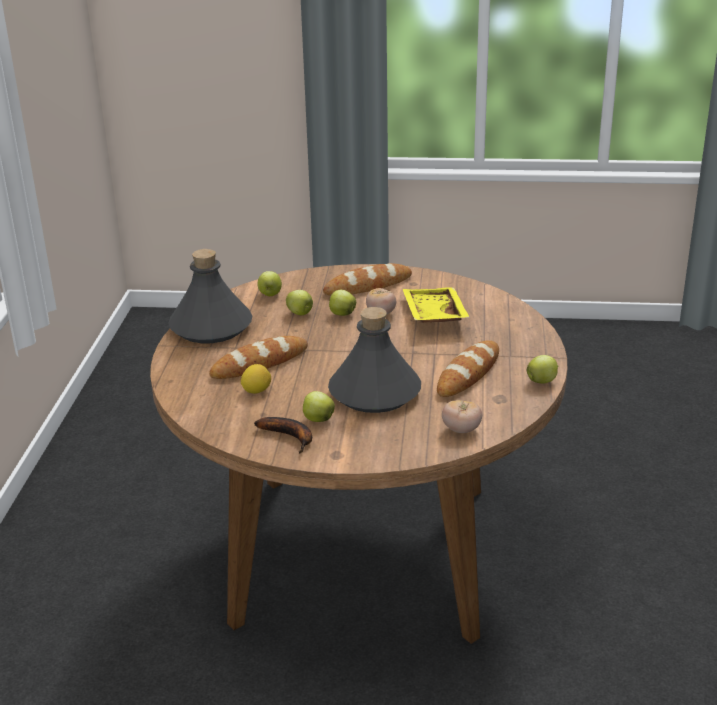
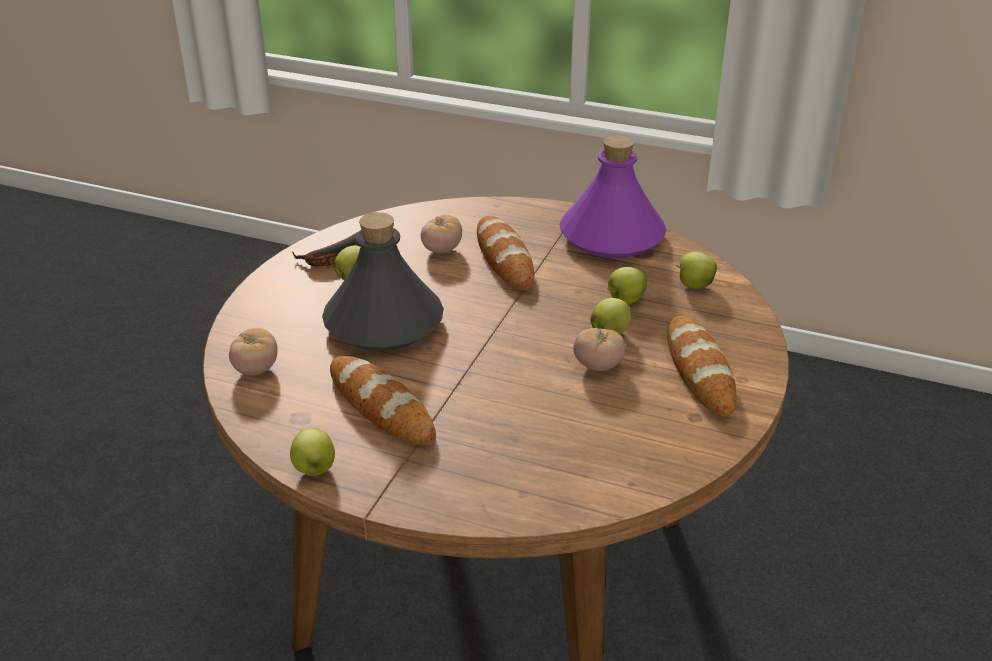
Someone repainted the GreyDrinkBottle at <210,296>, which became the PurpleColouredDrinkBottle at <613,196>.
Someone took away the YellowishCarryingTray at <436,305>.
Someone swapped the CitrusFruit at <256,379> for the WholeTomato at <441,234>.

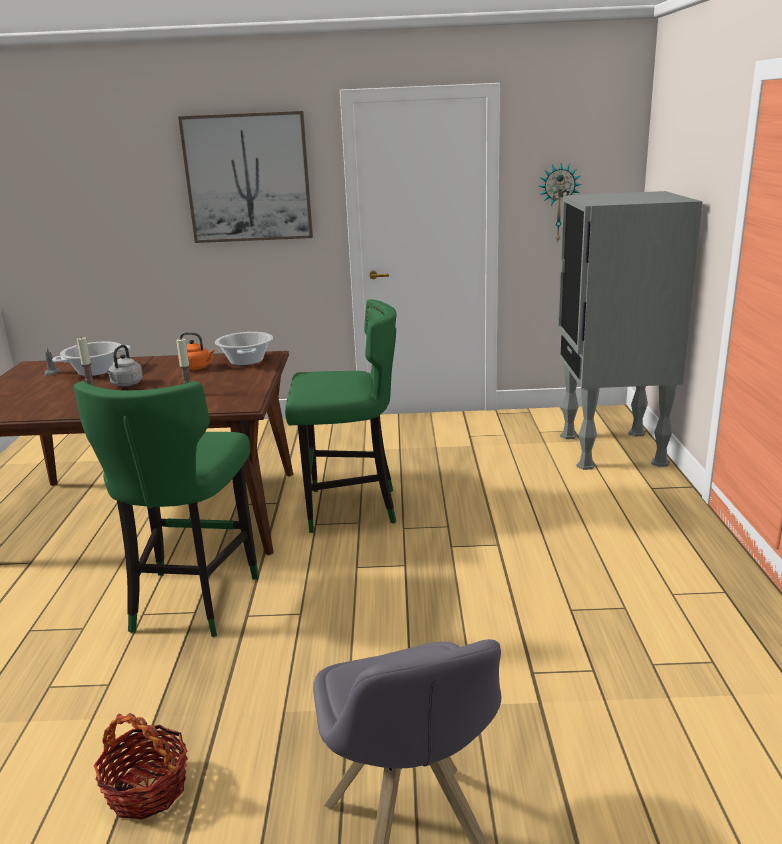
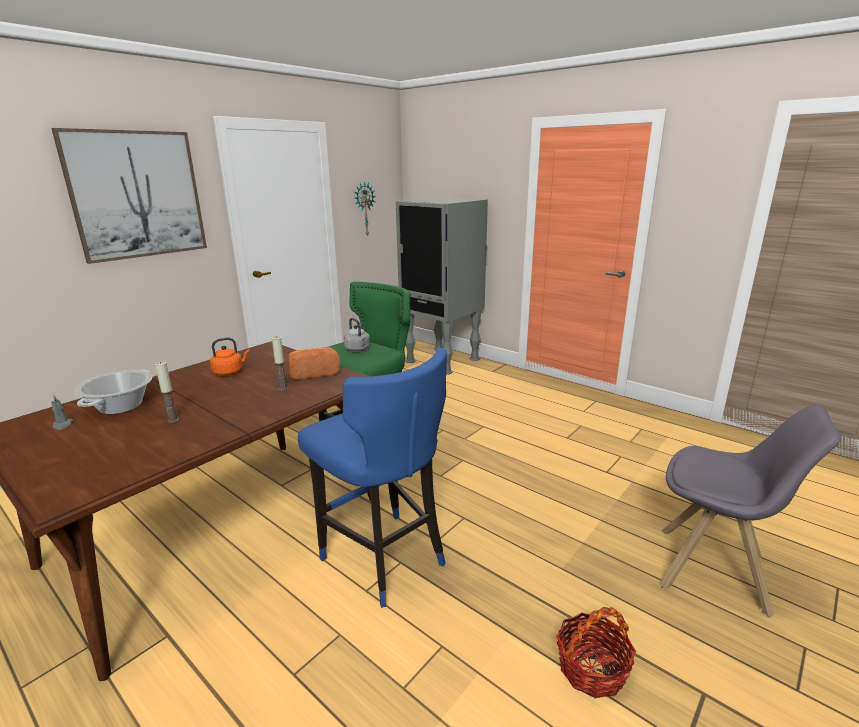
Someone took away the Stockpot at <244,349>.
Someone carried the GreyKettle from <125,365> to <357,334>.
Someone repainted the GreenishStool at <166,509>, which became the BlueStool at <372,478>.
Someone put down the Bread at <314,363>.

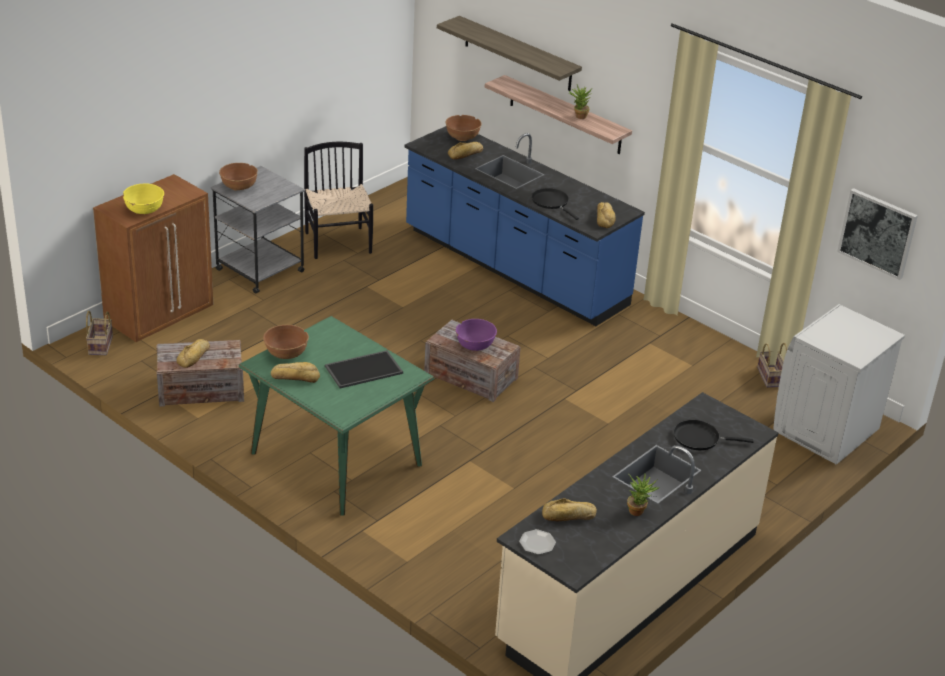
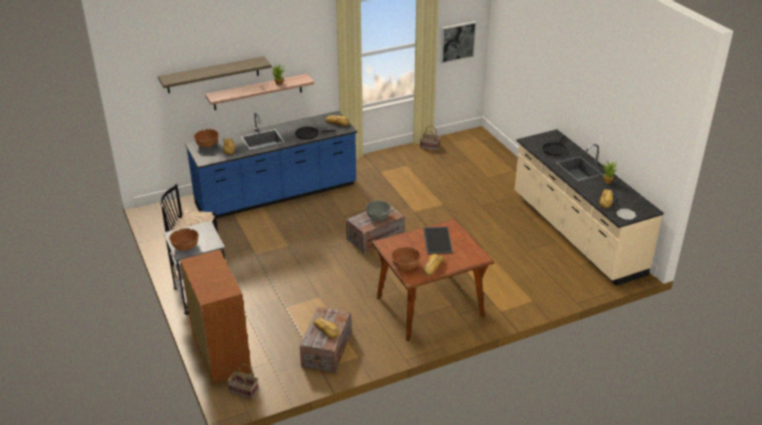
Someone took away the YellowishBowl at <143,199>.
Someone took away the WhiteLaundryMachine at <839,384>.
Someone repainted the GreenishKitchenTable at <336,416>, which became the BrownishKitchenTable at <433,280>.
Someone repainted the PurpleColouredBowl at <476,335>, which became the GreyBowl at <378,211>.

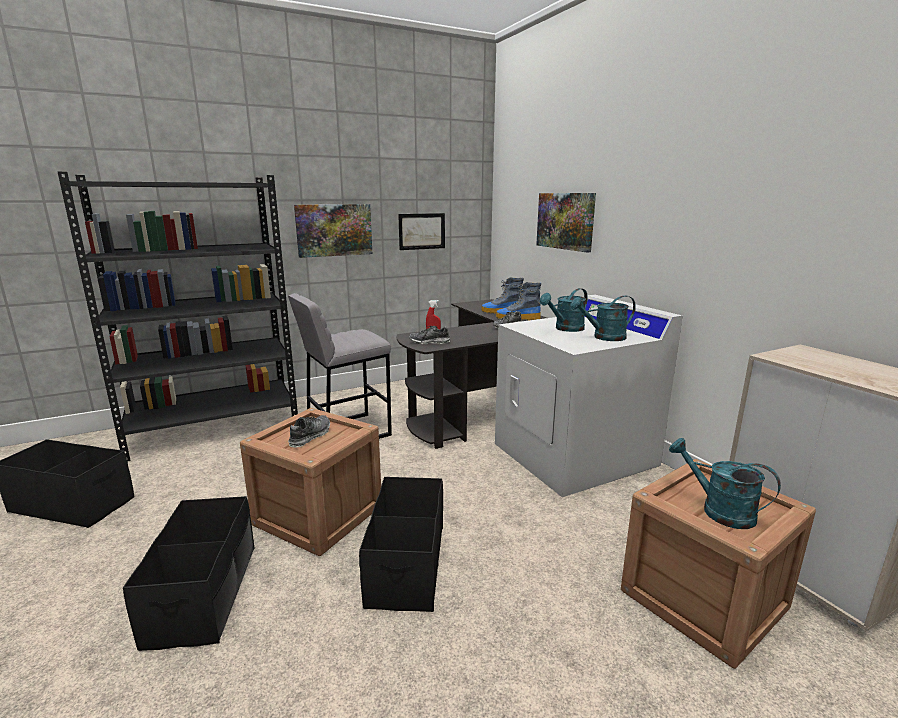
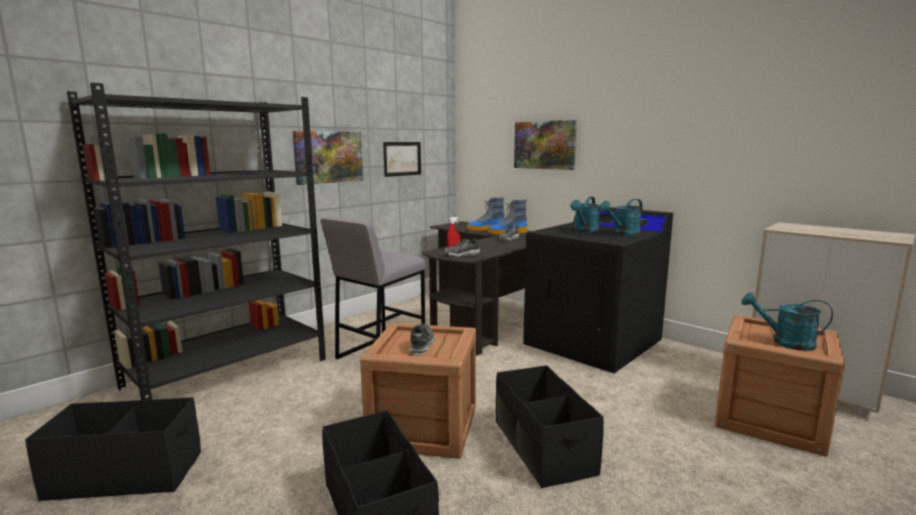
Someone repainted the WhiteLaundryMachine at <589,396>, which became the BlackColouredLaundryMachine at <598,289>.

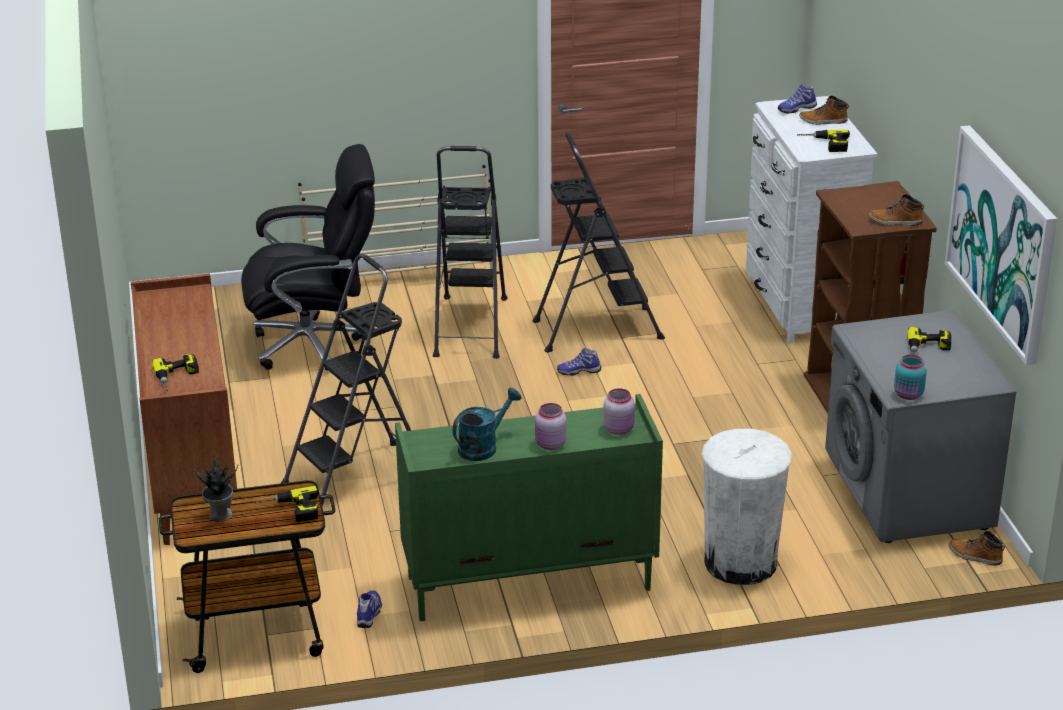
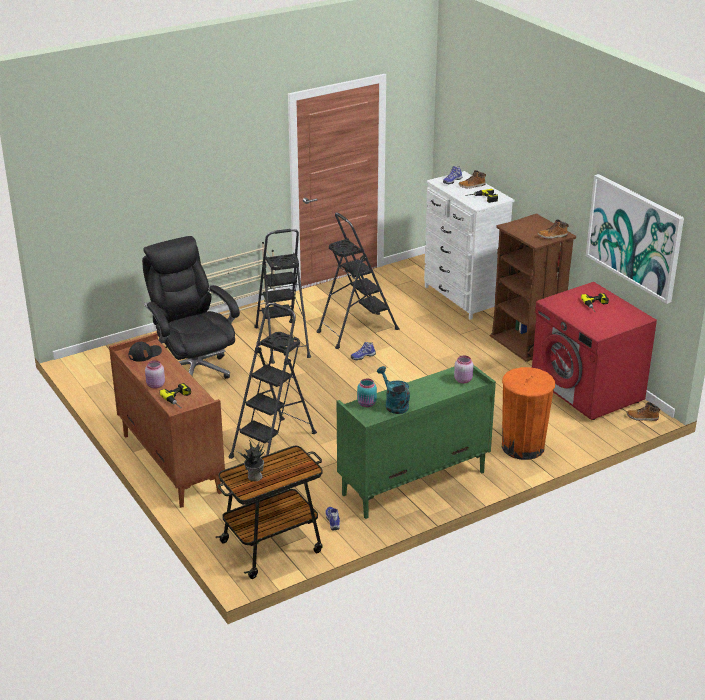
Someone rotated the BlackColouredOfficeChair at <308,257> by 90 degrees counterclockwise.
Someone repainted the GreyLaundryMachine at <920,426>, which became the ReddishLaundryMachine at <594,351>.
Someone carried the TurquoisePreserveJar from <910,377> to <367,393>.
Someone rotated the TurquoiseSprinklingCan at <487,424> by 60 degrees counterclockwise.
Someone carried the PinkishPreserveJar from <551,426> to <155,374>.
Someone repainted the WhiteWasteBin at <747,507>, which became the OrangeColouredWasteBin at <528,413>.
Someone took away the Drill at <287,504>.
Someone put down the BlackColouredCap at <145,352>.

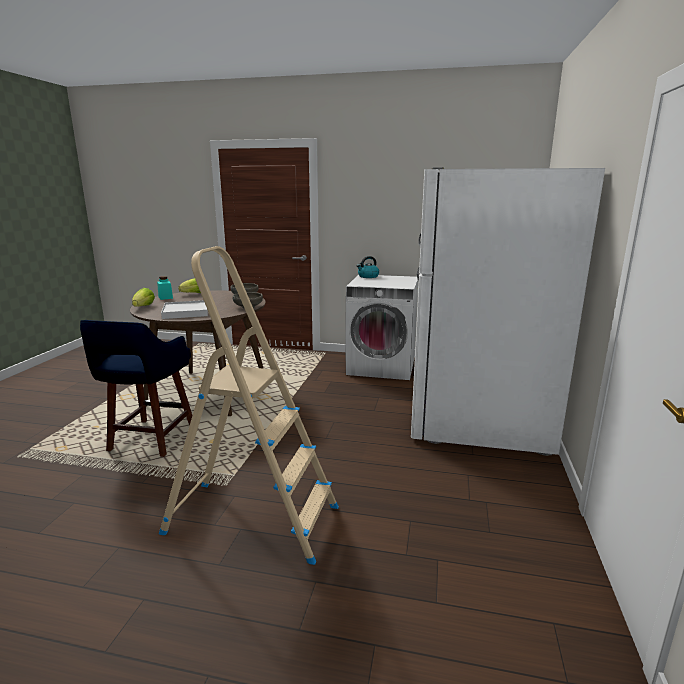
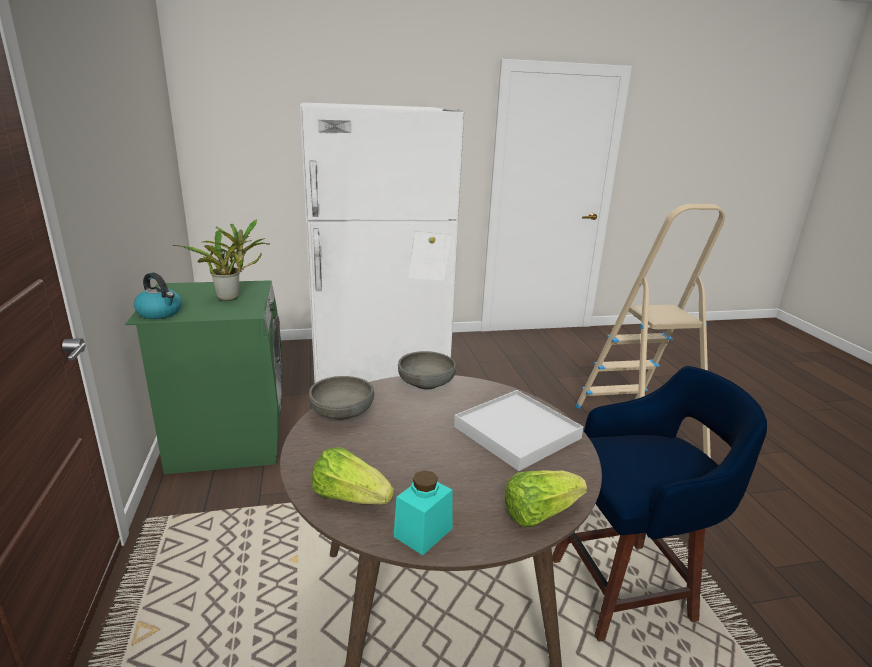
Someone repainted the WhiteLaundryMachine at <381,327>, which became the GreenishLaundryMachine at <204,377>.
Someone put down the PlantInAPot at <221,260>.

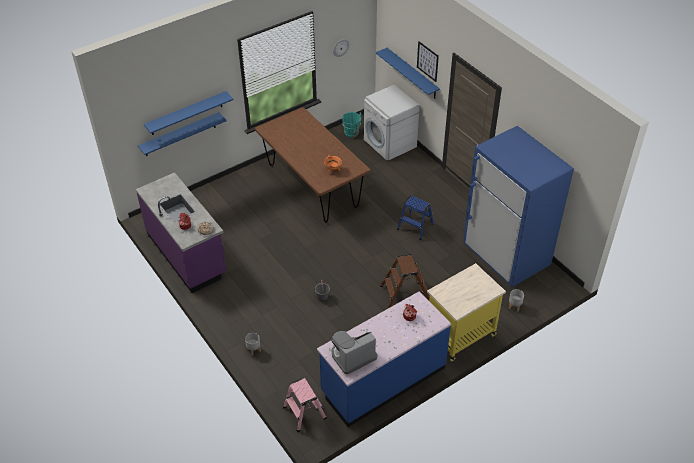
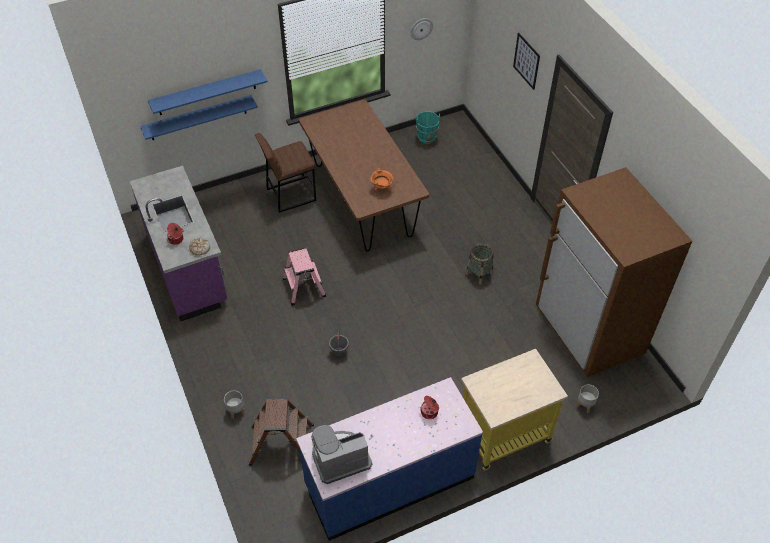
Someone took away the BlueWallShelf at <408,73>.
Someone took away the WhiteLaundryMachine at <392,122>.
Someone repainted the BlueRefrigerator at <518,206>, which became the BrownishRefrigerator at <614,272>.
Someone swapped the BlueStepladder at <415,217> for the Basket at <479,264>.
Someone carried the BrownishStepladder from <404,281> to <281,431>.
Someone carried the PinkishStepladder from <305,404> to <304,276>.
Someone put down the BrownishPlainChair at <285,173>.

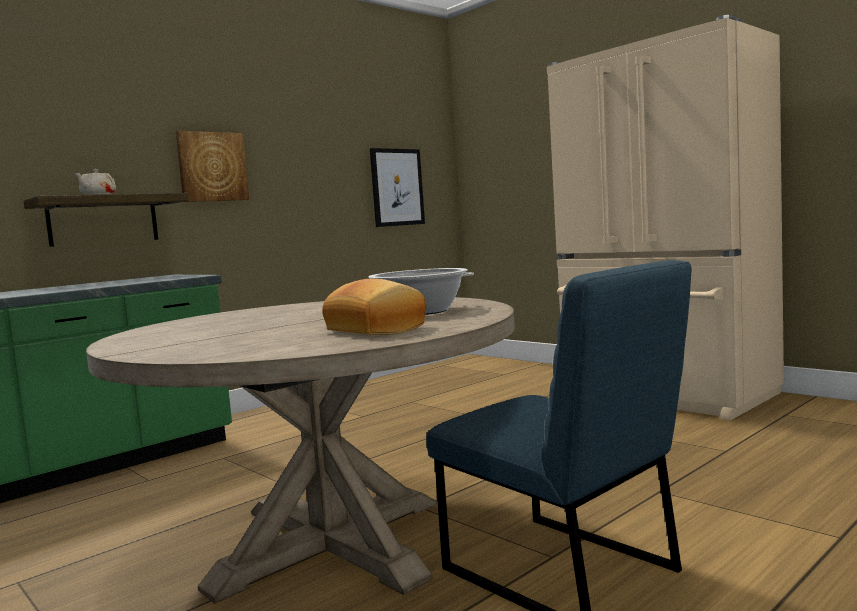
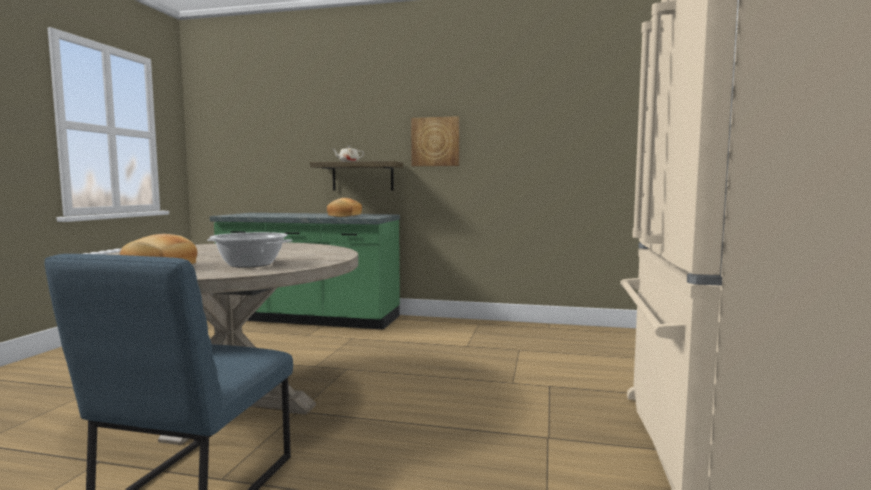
Someone took away the WallArt at <397,187>.
Someone put down the Bread at <344,207>.

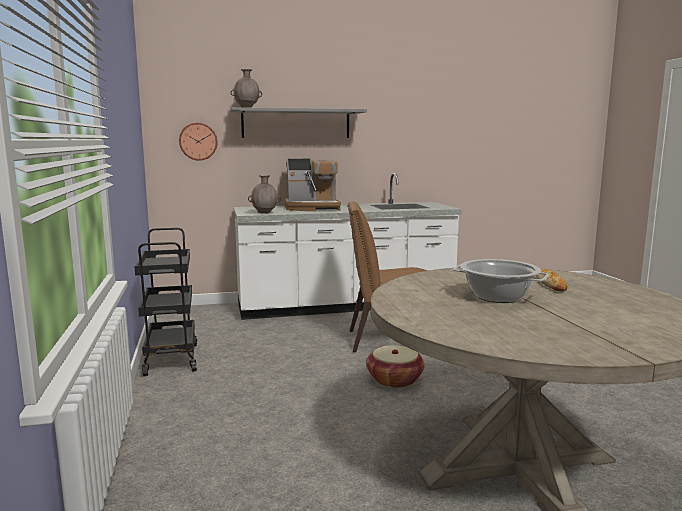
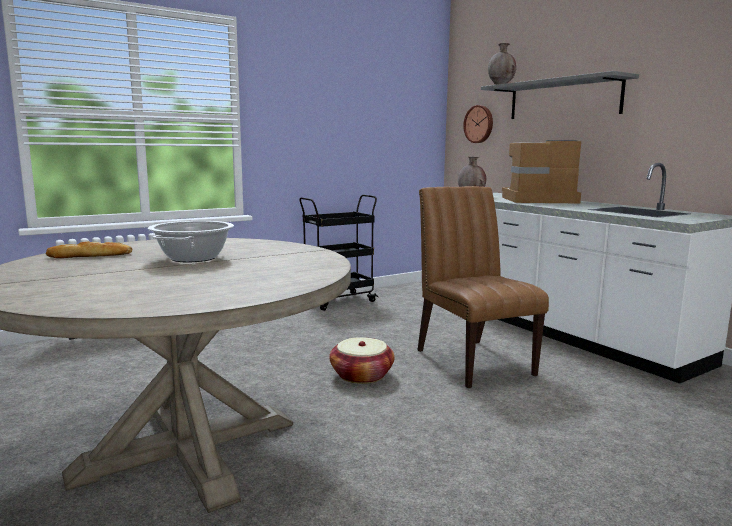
Someone rotated the CoffeeBrewer at <312,185> by 120 degrees clockwise.
Someone carried the Bread from <552,280> to <89,249>.

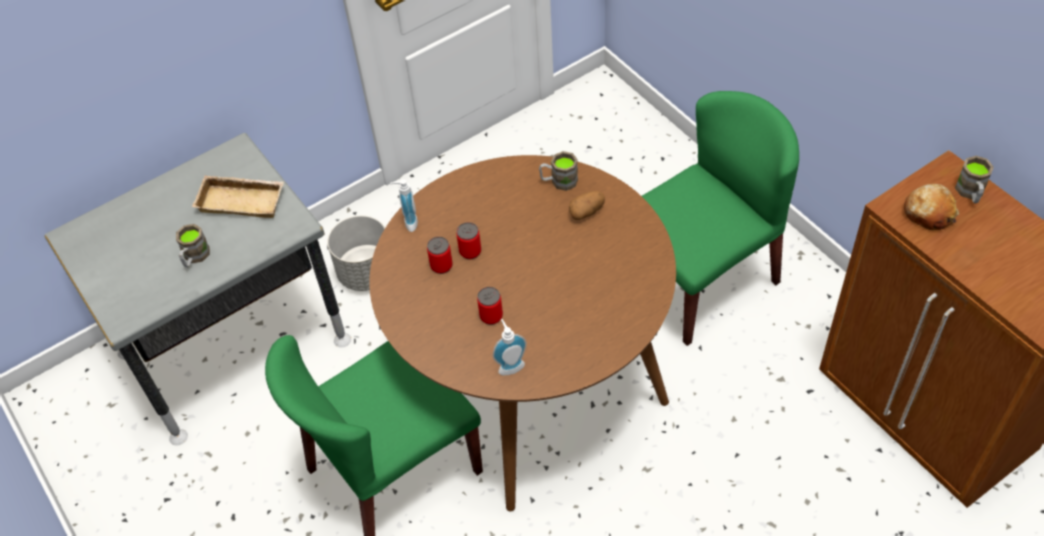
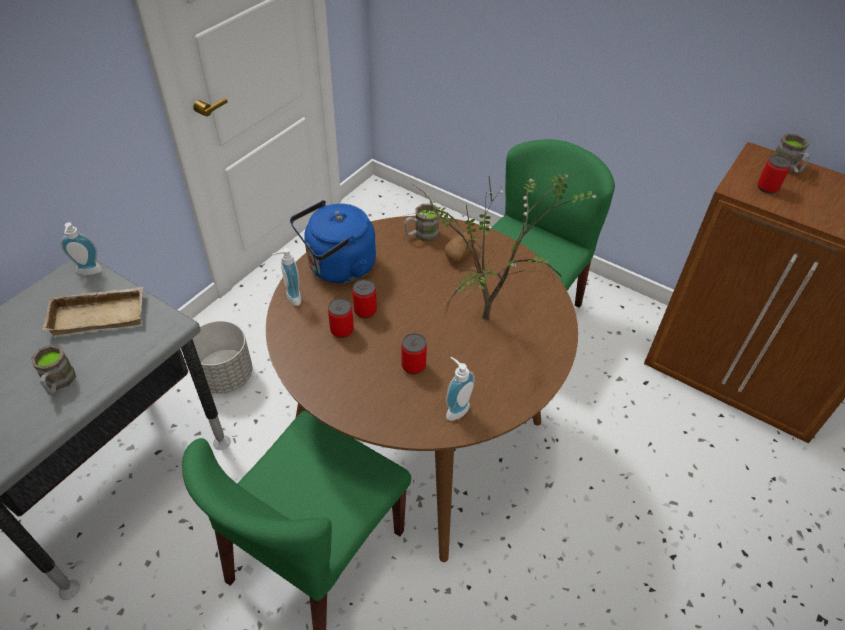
Someone swapped the Bread at <931,207> for the Can at <774,174>.
Someone put down the PlantInAPot at <500,246>.
Someone put down the BlueKettle at <333,241>.
Someone put down the SoapDispenser at <81,248>.

